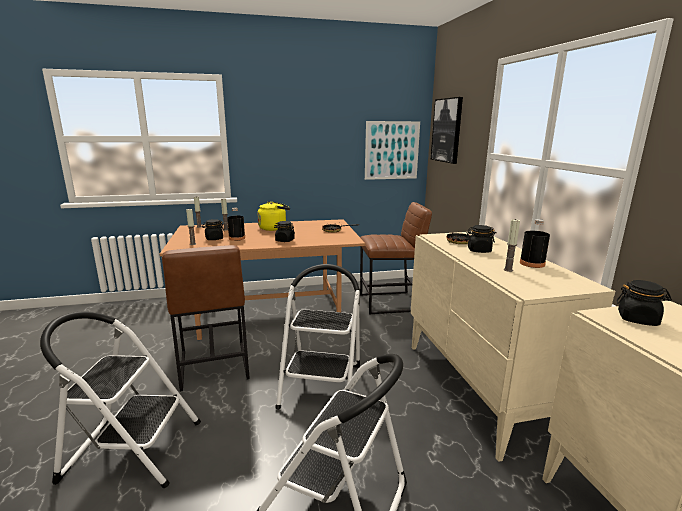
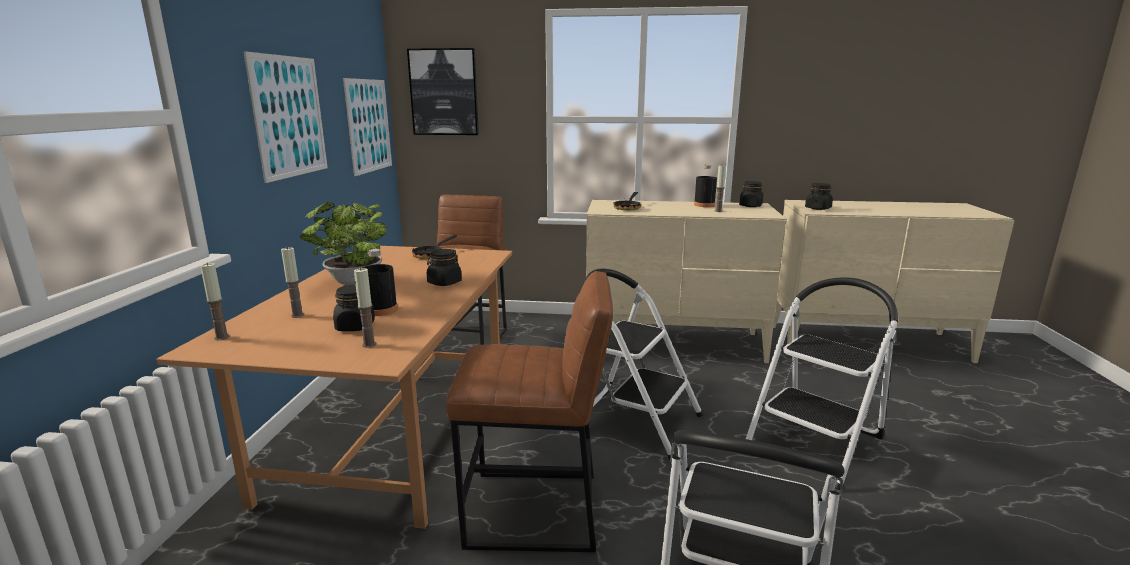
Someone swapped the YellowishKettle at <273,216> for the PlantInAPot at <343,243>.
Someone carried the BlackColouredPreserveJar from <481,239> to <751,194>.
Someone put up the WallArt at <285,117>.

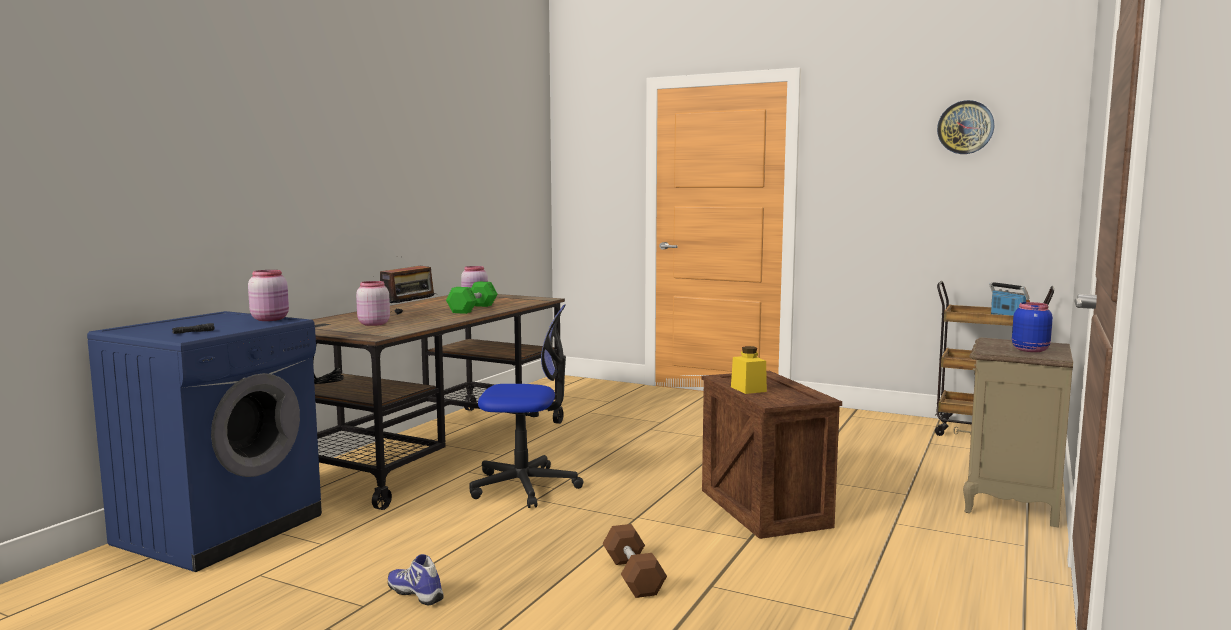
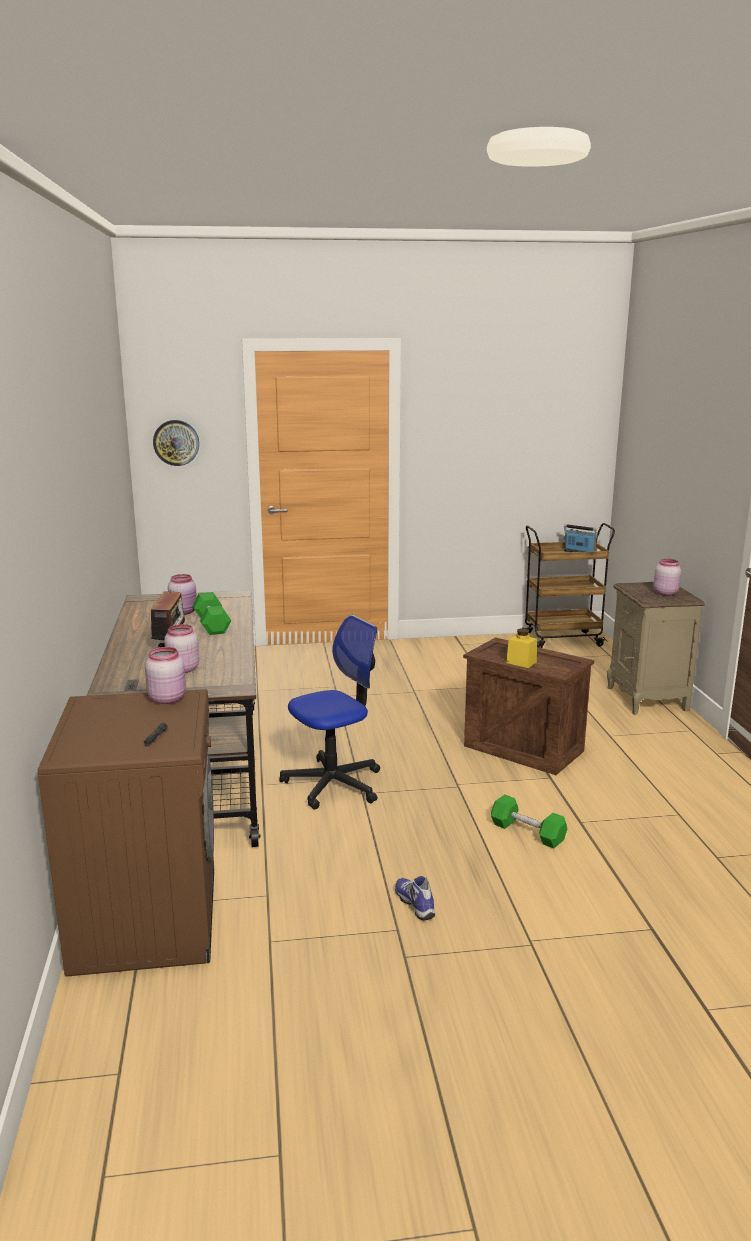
Someone carried the HangingClock from <965,127> to <176,443>.
Someone repainted the BluePreserveJar at <1032,327>, which became the PinkishPreserveJar at <667,577>.
Someone repainted the BlueLaundryMachine at <204,441>, which became the BrownishLaundryMachine at <126,833>.
Someone repainted the BrownishFreeWeight at <634,561>, which became the GreenishFreeWeight at <529,821>.
Someone rotated the ItemOfFootwear at <416,579> by 60 degrees clockwise.

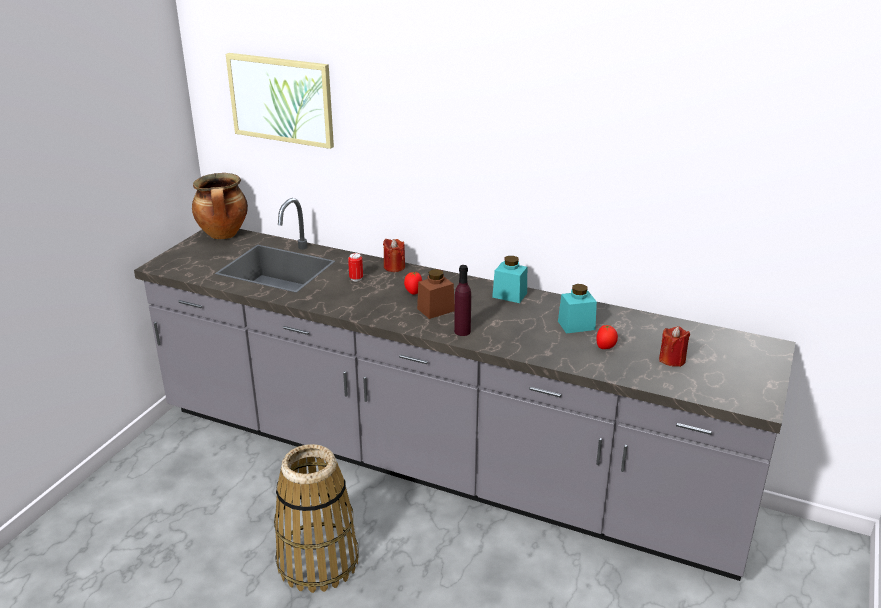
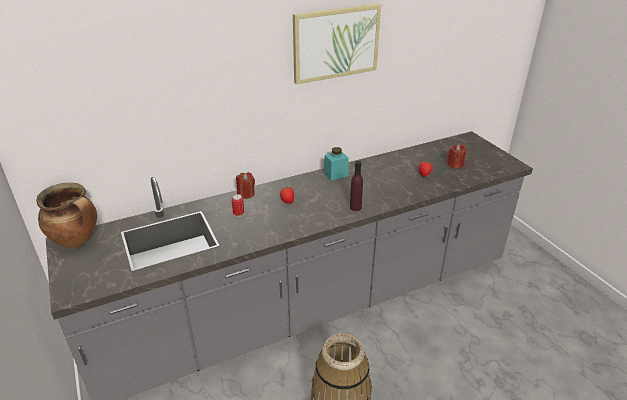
Someone carried the WallArt from <280,101> to <337,43>.
Someone took away the BrownishPreserveJar at <436,294>.
Someone took away the TurquoisePreserveJar at <577,309>.

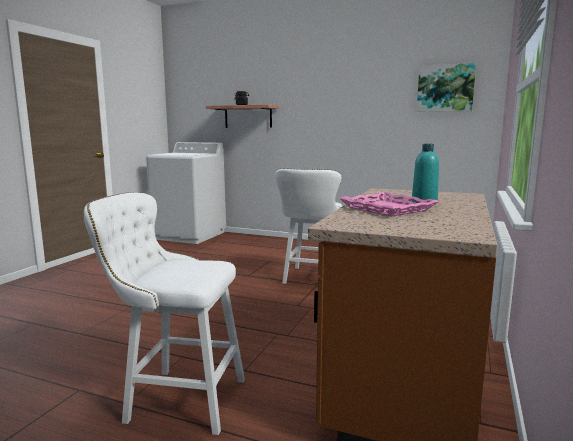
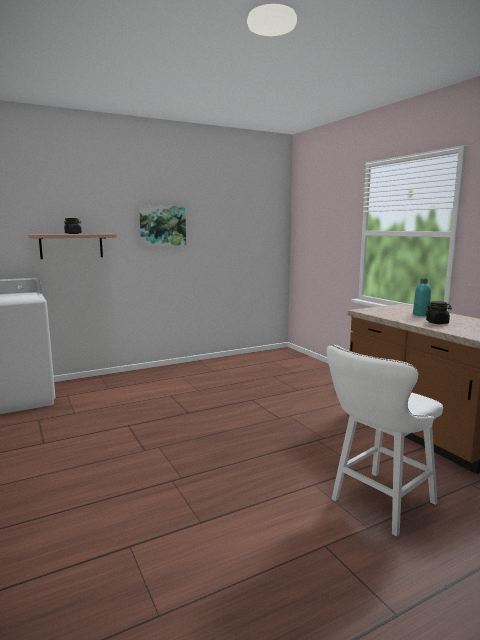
Someone carried the WallArt from <446,87> to <162,226>.
Someone took away the WhiteStool at <308,226>.
Someone swapped the PinkishCarryingTray at <389,204> for the BlackColouredPreserveJar at <439,312>.

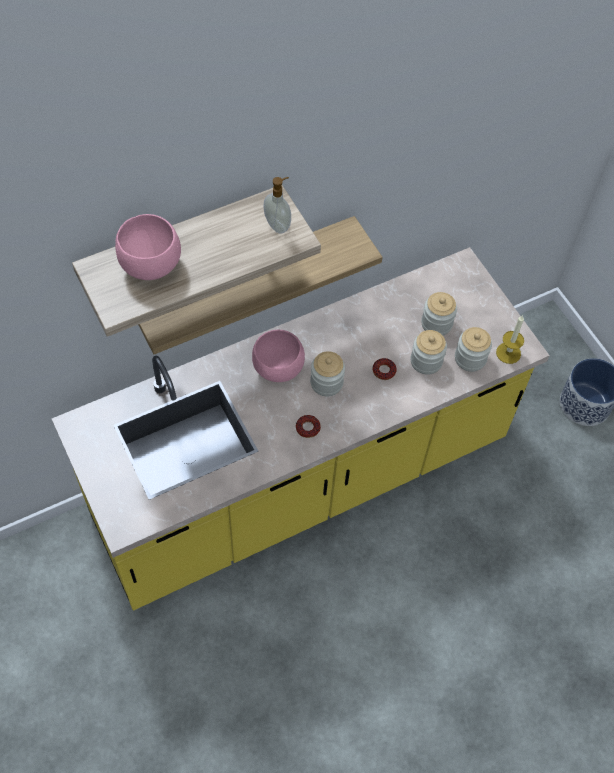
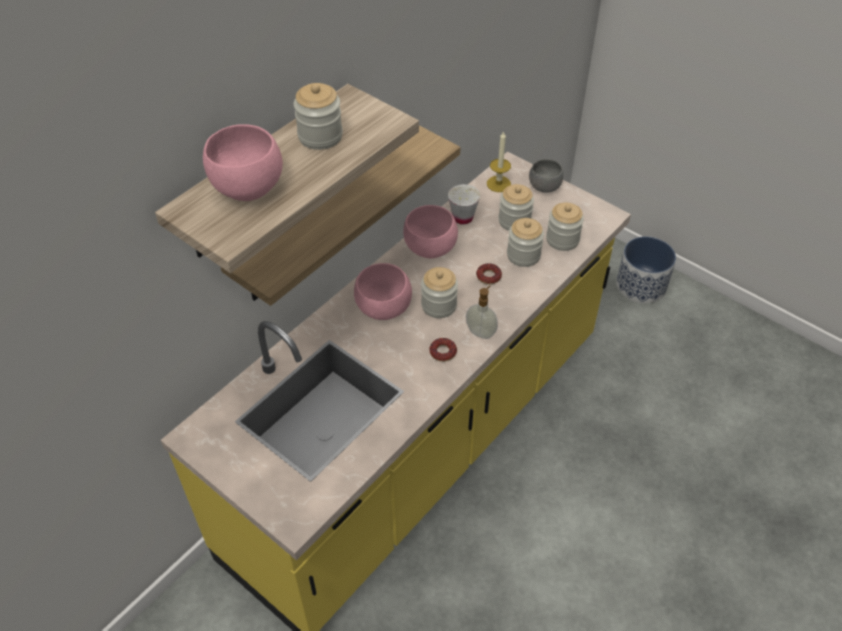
Someone carried the SoapDispenser from <277,205> to <482,312>.
Someone carried the WaxCandle from <510,339> to <499,161>.
Someone put down the PreserveJar at <318,116>.
Someone put down the GreyBowl at <546,176>.
Someone put down the WhiteCup at <464,204>.
Someone put down the PinkishBowl at <430,231>.

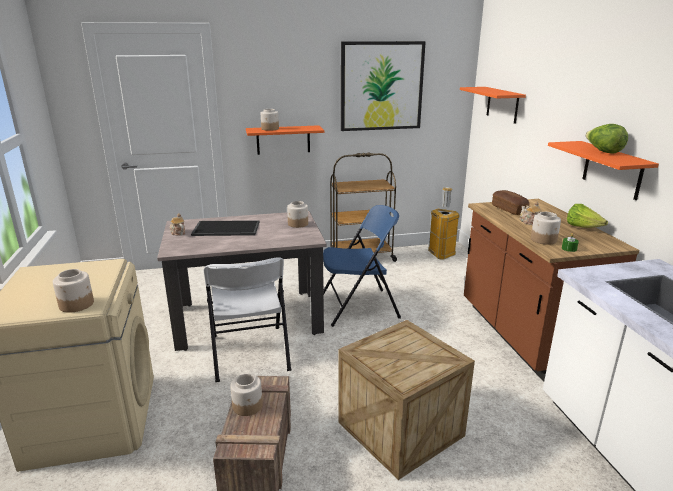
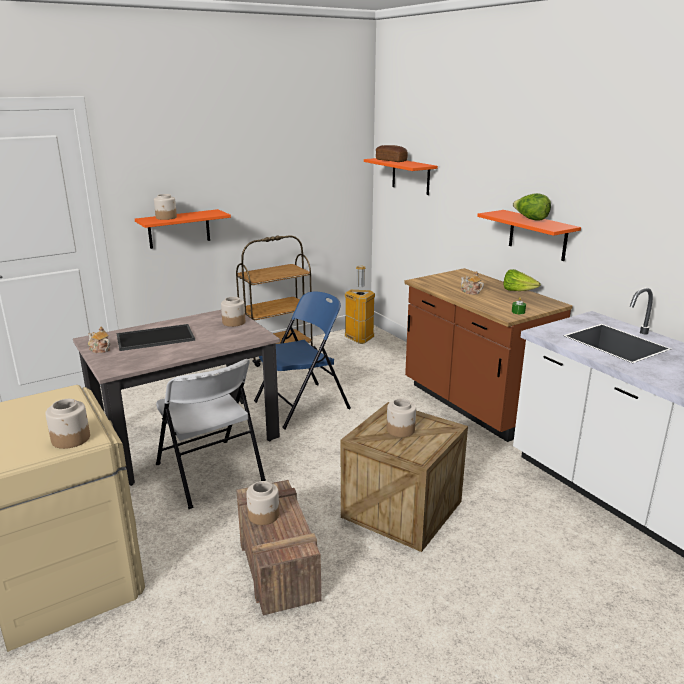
Someone took away the WallArt at <383,86>.
Someone carried the Bread from <510,202> to <392,153>.
Someone carried the PreserveJar from <546,228> to <401,417>.

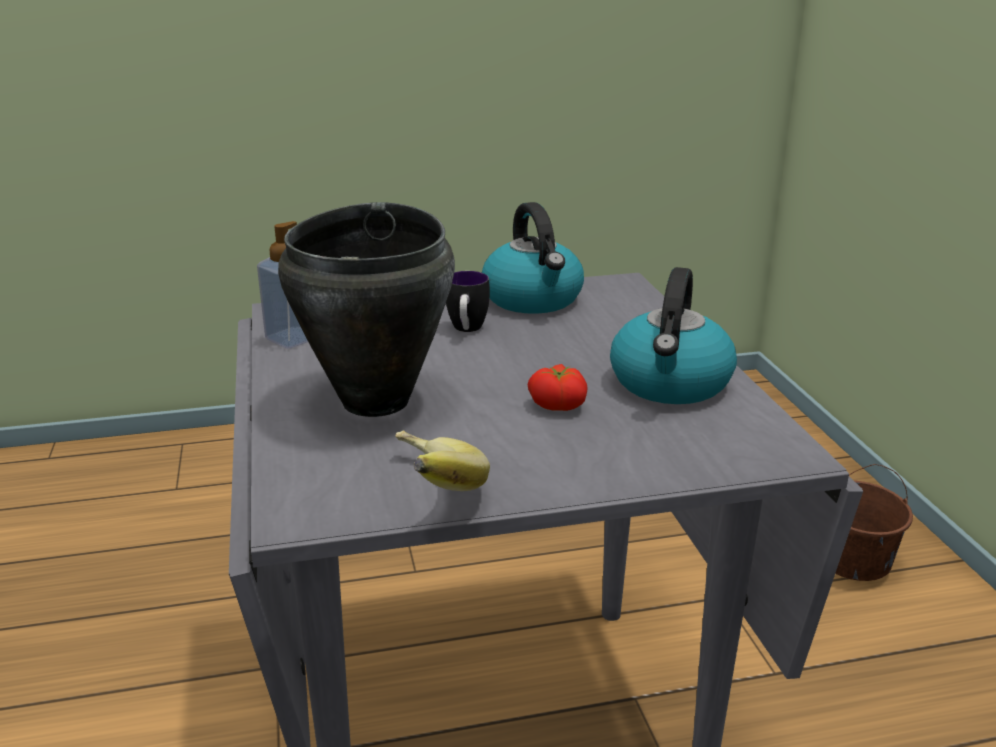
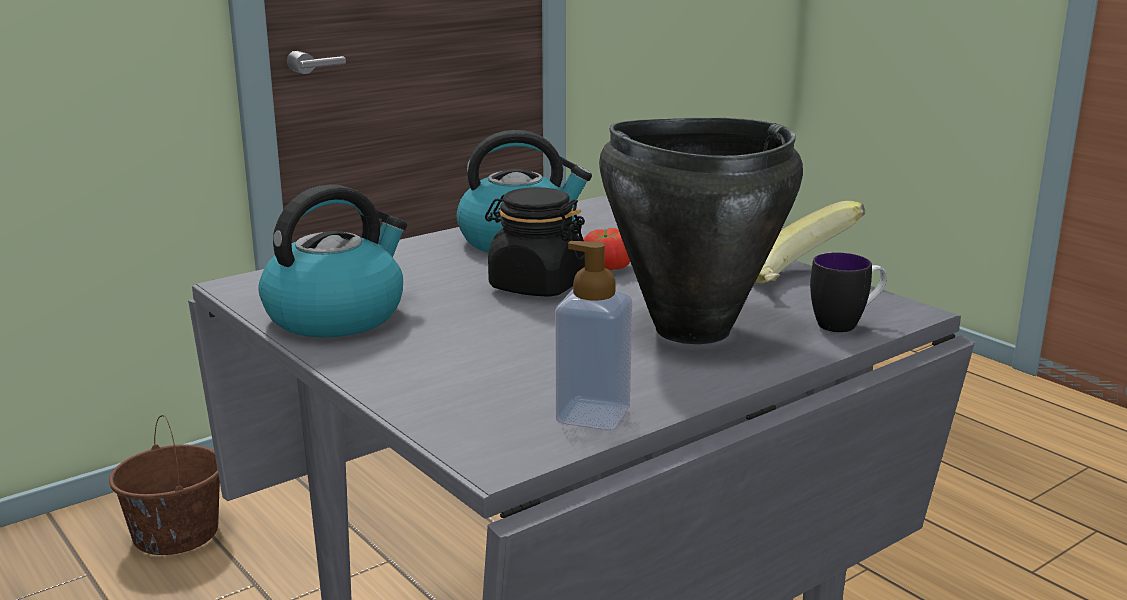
Someone carried the CoffeeMug from <468,301> to <848,292>.
Someone put down the BlackColouredPreserveJar at <535,242>.

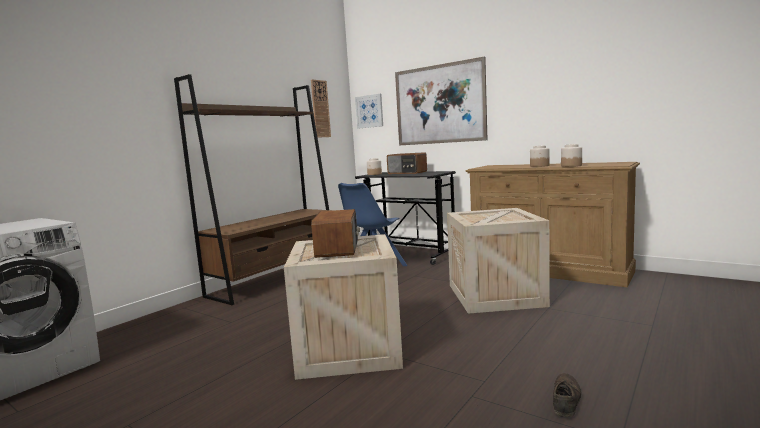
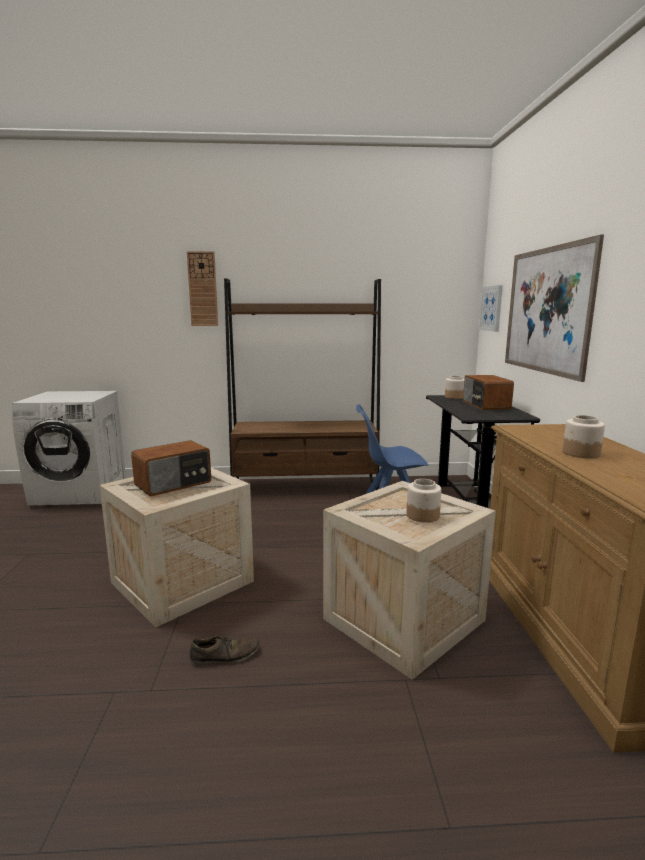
Someone carried the HangingClock from <321,108> to <202,288>.
Someone carried the PreserveJar from <571,155> to <423,501>.
Someone carried the BrownishItemOfFootwear from <567,395> to <225,650>.

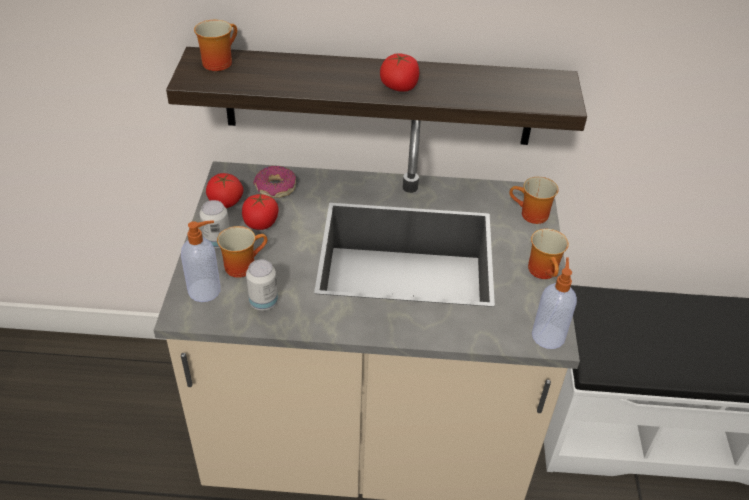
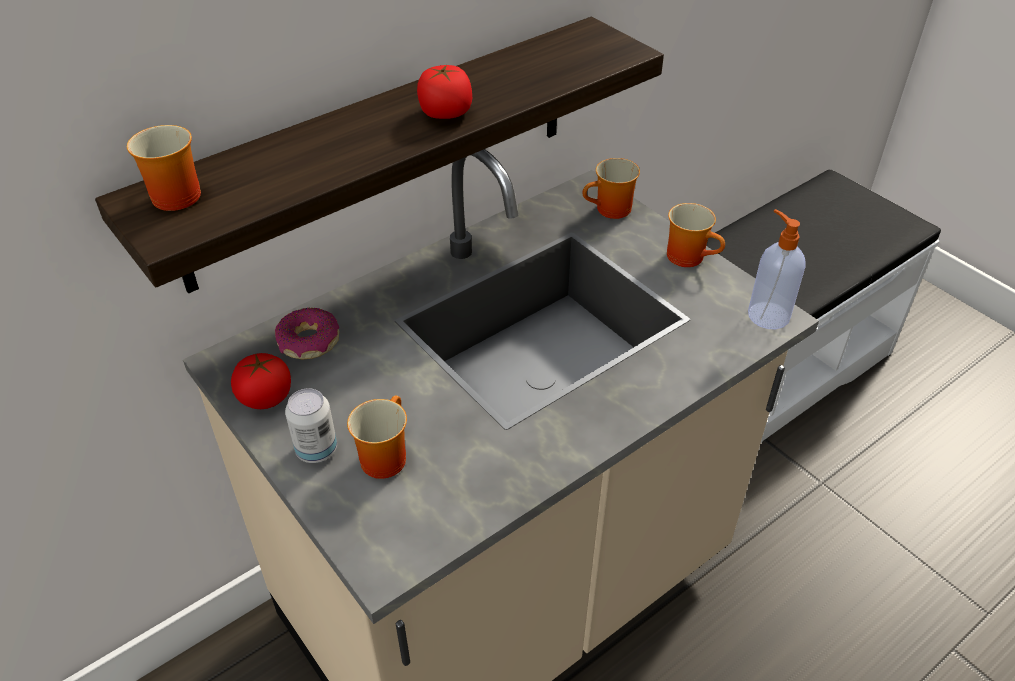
Someone took away the WholeTomato at <260,212>.
Someone took away the SoapDispenser at <201,261>.
Someone took away the Can at <262,285>.

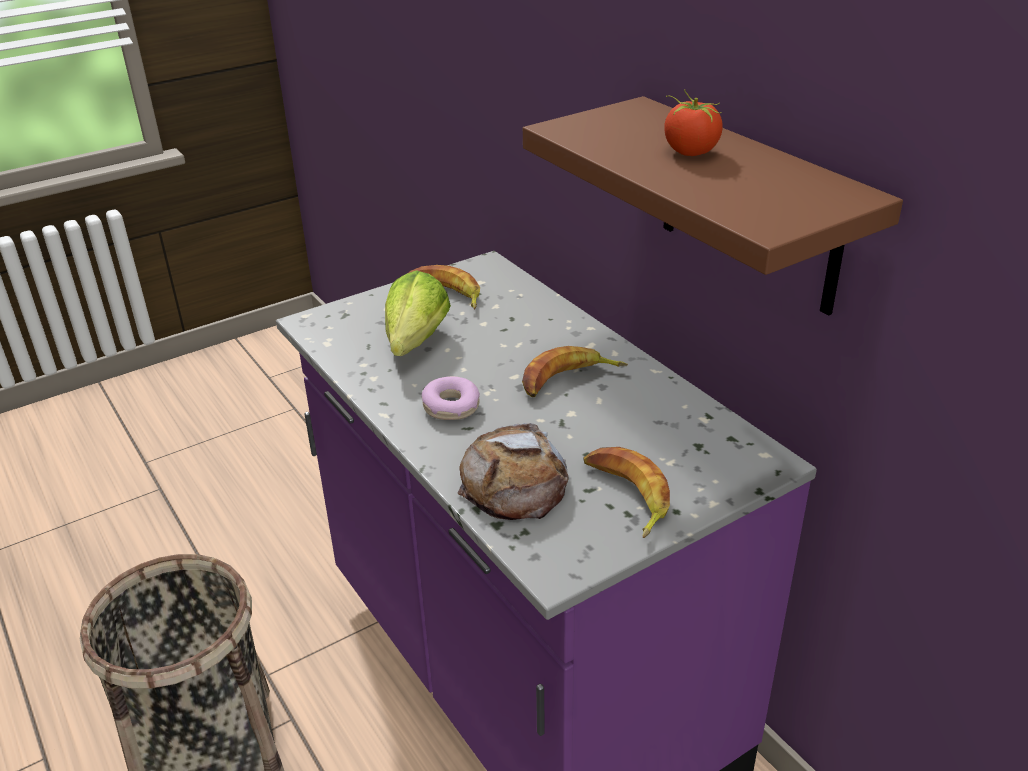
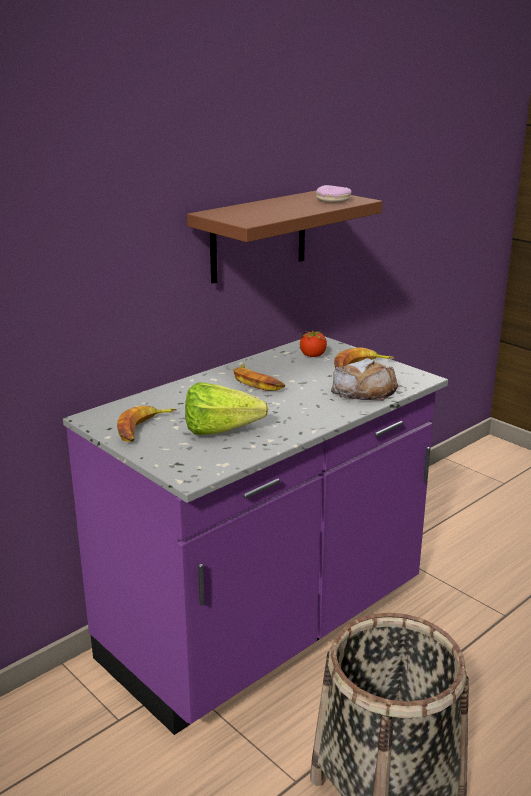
Someone carried the WholeTomato from <693,123> to <313,344>.
Someone carried the Doughnut from <451,398> to <333,194>.

